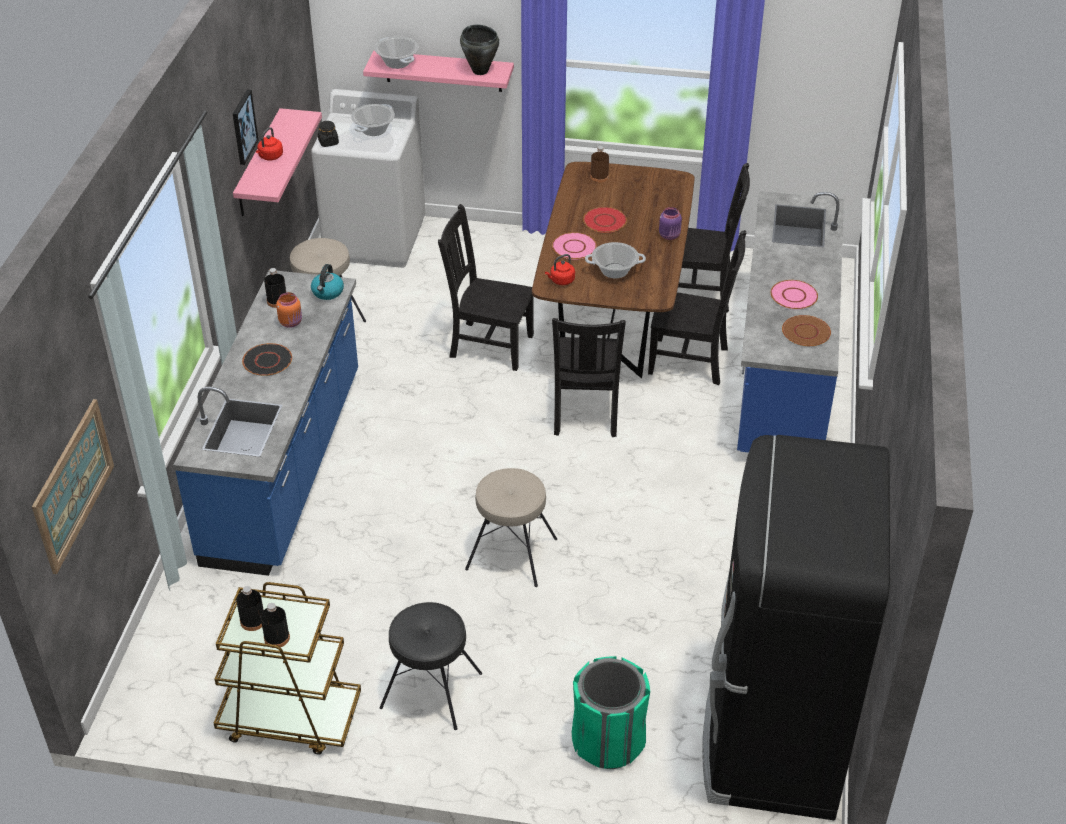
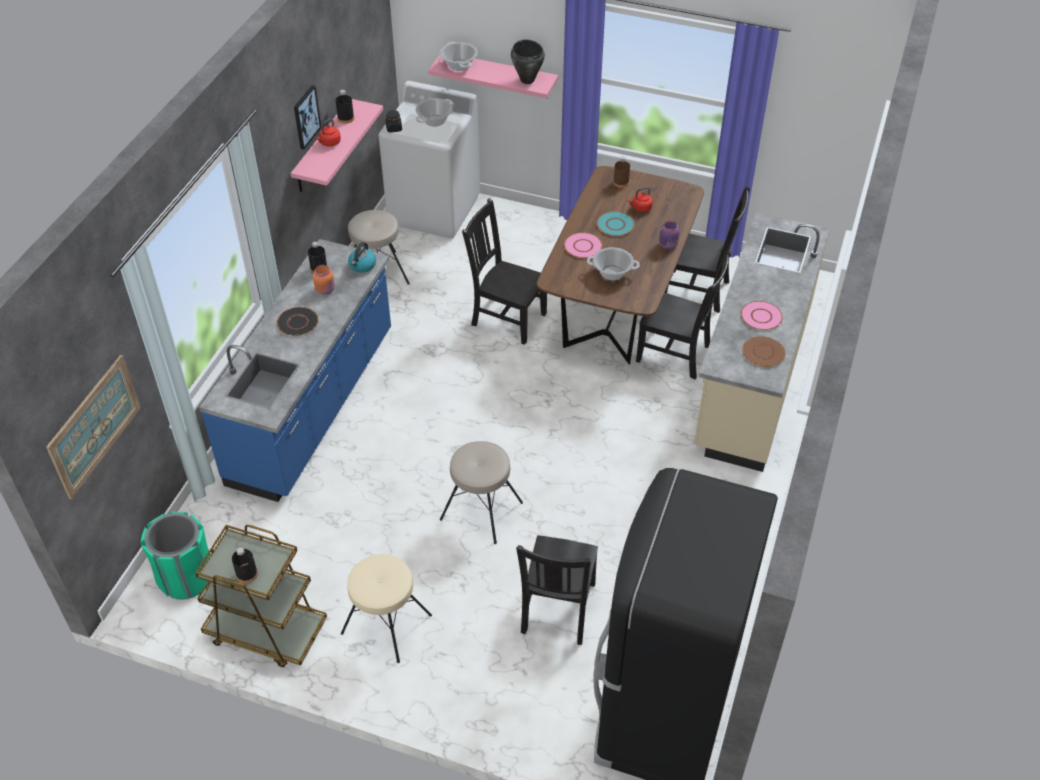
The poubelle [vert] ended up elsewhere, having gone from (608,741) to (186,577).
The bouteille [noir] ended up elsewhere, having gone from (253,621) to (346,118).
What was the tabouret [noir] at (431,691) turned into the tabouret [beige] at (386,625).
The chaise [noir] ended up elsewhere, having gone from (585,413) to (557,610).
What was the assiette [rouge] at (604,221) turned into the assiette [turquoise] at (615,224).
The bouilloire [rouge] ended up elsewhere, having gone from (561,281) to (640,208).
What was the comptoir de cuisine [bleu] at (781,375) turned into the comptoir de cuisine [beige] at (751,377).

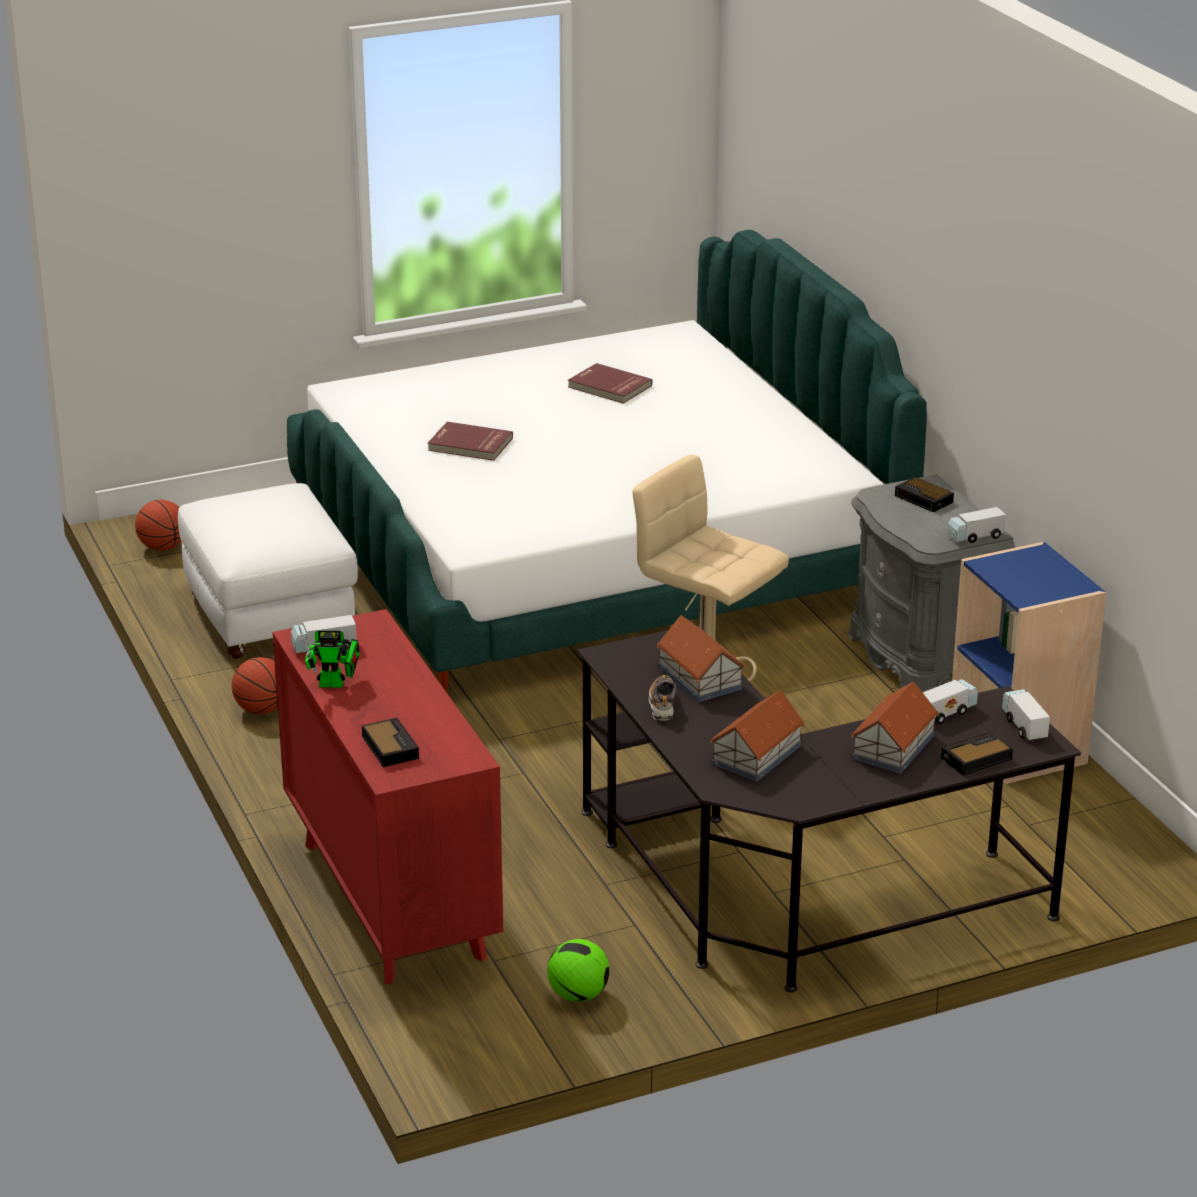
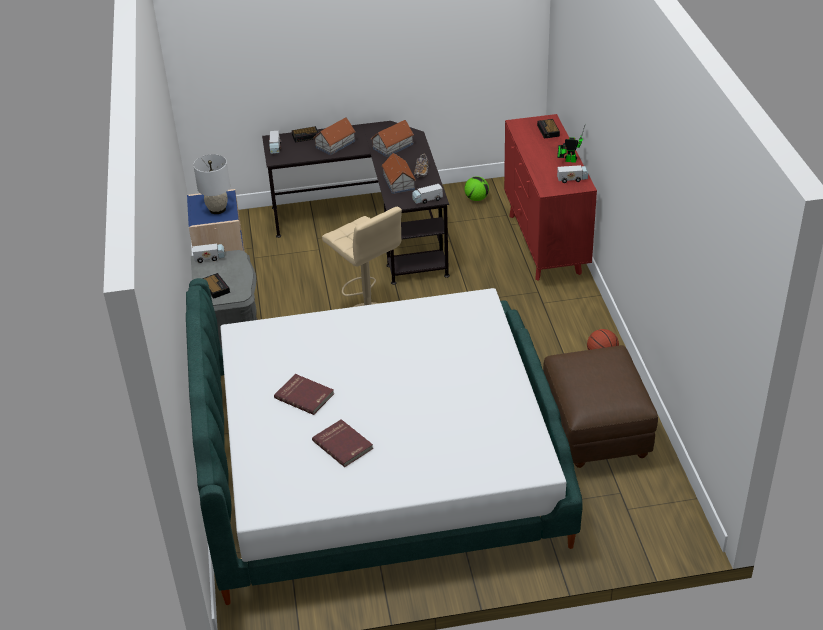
The second view gained the lampe de table [blanc] at (217,209).
The livre [rouge] ended up elsewhere, having gone from (469,445) to (305,395).
The camion jouet ended up elsewhere, having gone from (946,712) to (427,199).
What was the pouf [blanc] at (271,616) turned into the pouf [marron] at (595,430).
The second view lost the ballon de basket at (162,547).

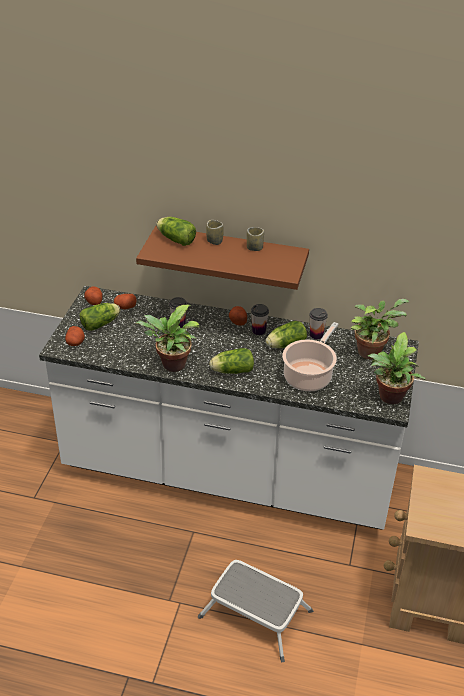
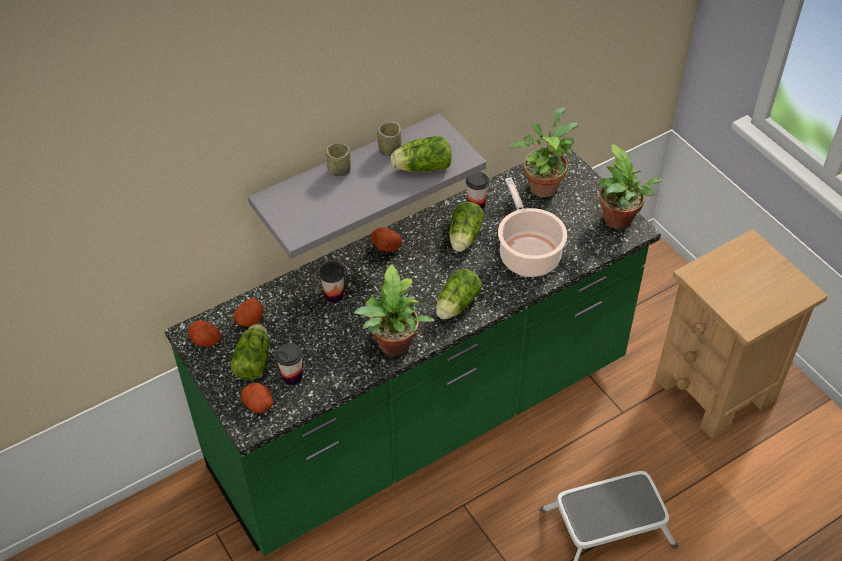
What was the comptoir de cuisine [blanc] at (228,474) turned into the comptoir de cuisine [vert] at (422,419).
What was the étagère [marron] at (230,257) turned into the étagère [gris] at (348,178).
The tasse ended up elsewhere, having gone from (258,331) to (292,377).
The laitue ended up elsewhere, having gone from (175,239) to (420,167).

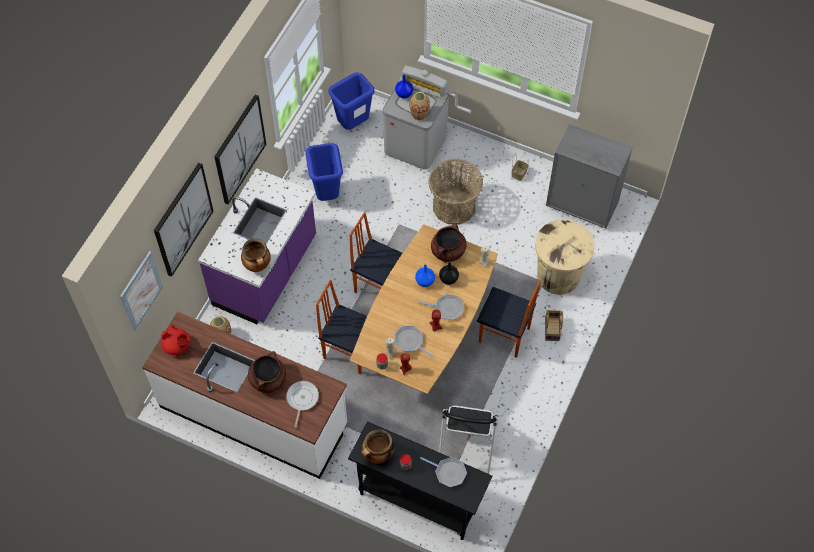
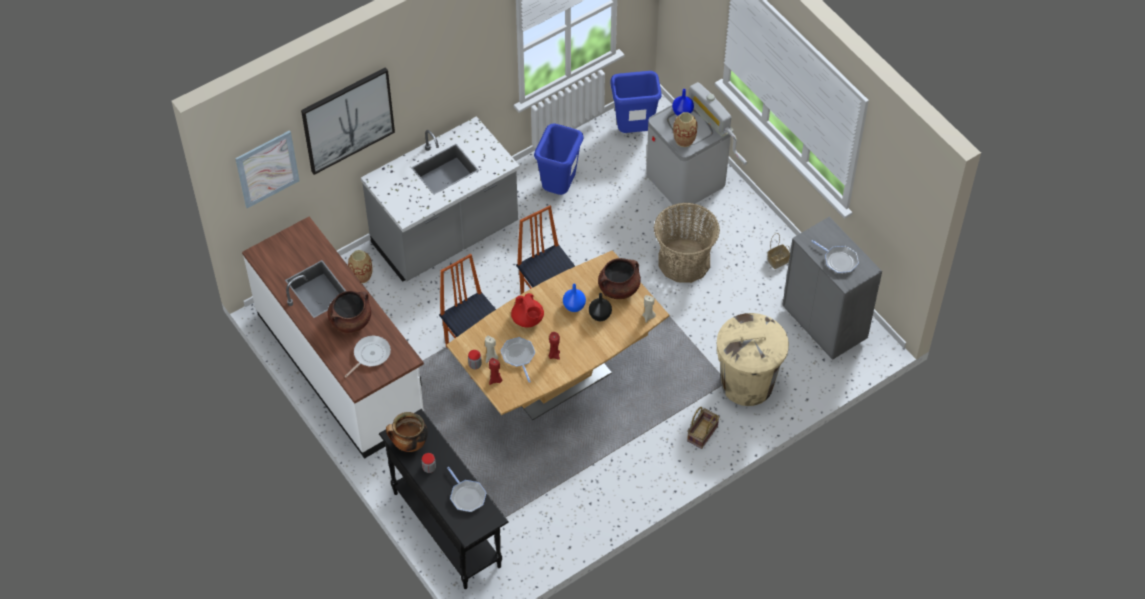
What was the comptoir de cuisine [violet] at (266,272) turned into the comptoir de cuisine [gris] at (445,236).
The théière [rouge] ended up elsewhere, having gone from (177,346) to (528,319).
The poêle ended up elsewhere, having gone from (447,308) to (839,260).
The second view lost the tableau at (239,149).
The second view lost the marmite at (257,265).
The second view lost the escabeau at (466,447).
The second view lost the chaise at (504,336).

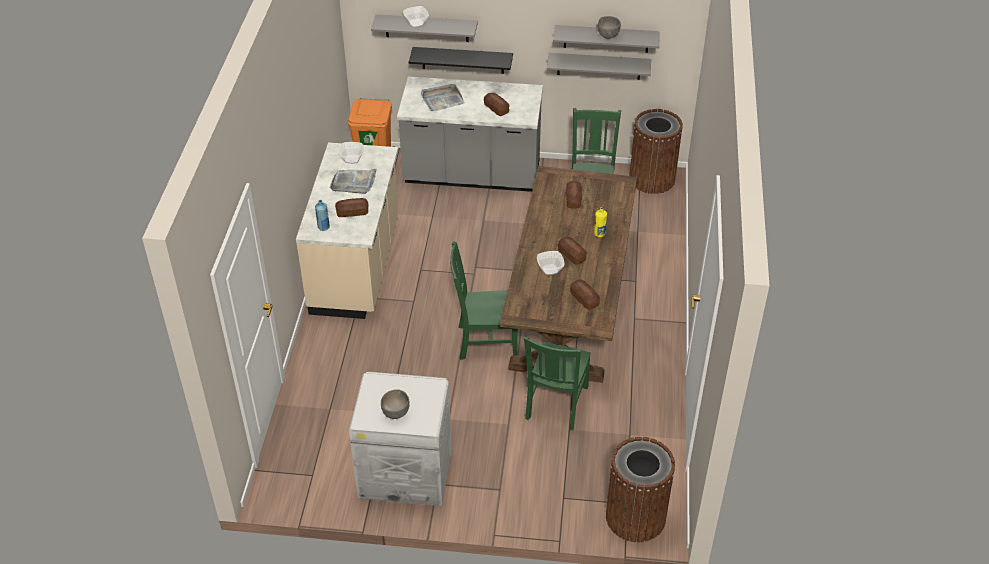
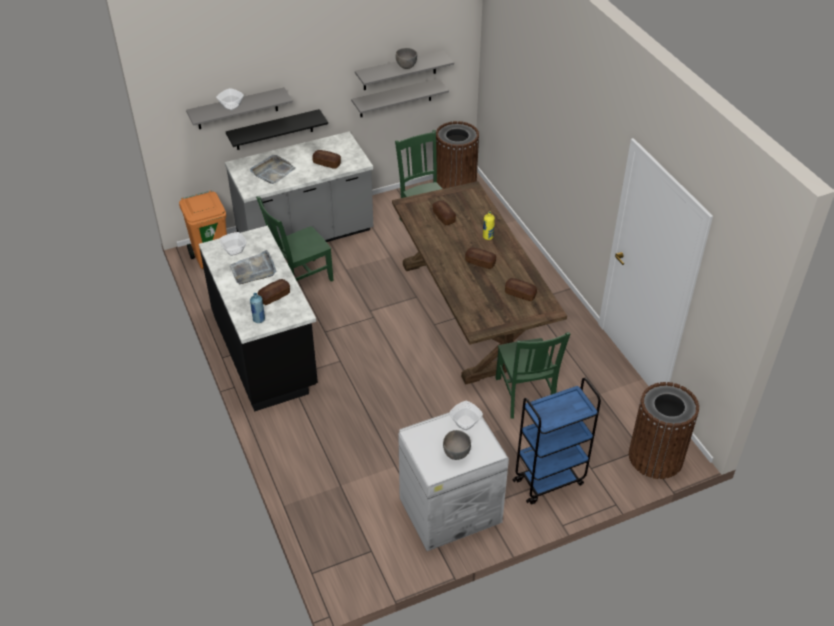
What was the comptoir de cuisine [beige] at (357,266) turned into the comptoir de cuisine [noir] at (266,351).
The chaise [vert] ended up elsewhere, having gone from (484,341) to (299,278).
The bol ended up elsewhere, having gone from (550,270) to (466,422).
The second view gained the chariot [bleu] at (549,483).

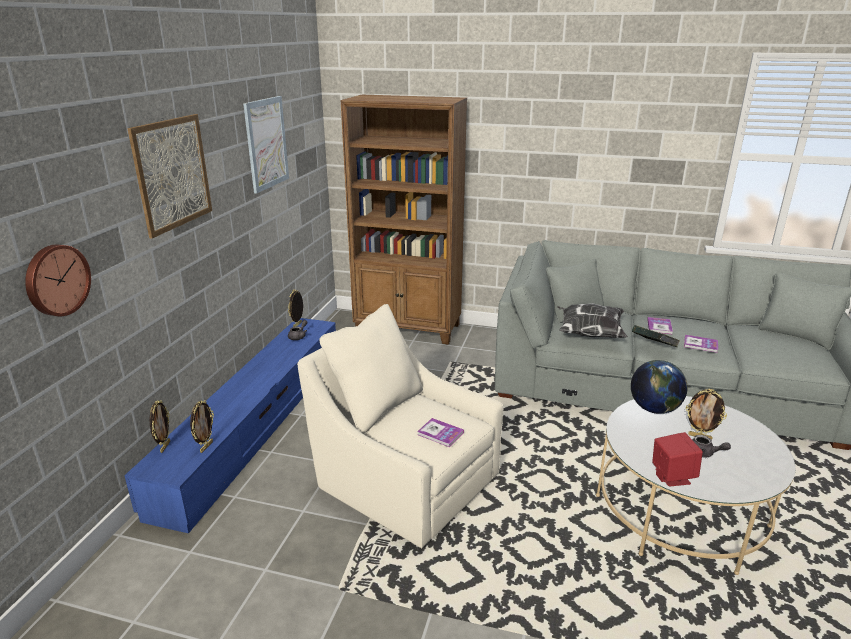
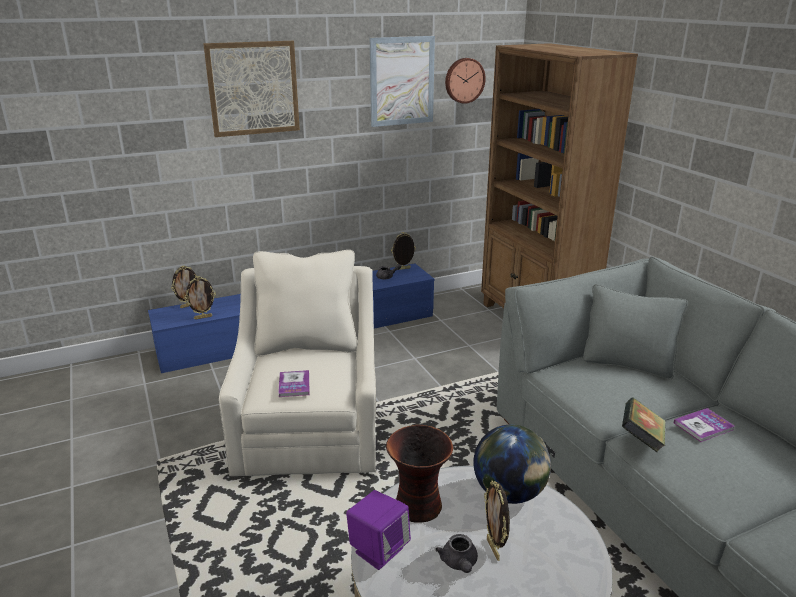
What was the enceinte [rouge] at (672,476) turned into the enceinte [violet] at (378,550).
The second view gained the vase at (418,507).
The horloge murale ended up elsewhere, having gone from (56,280) to (464,80).
The second view lost the coussin at (588,333).
The second view lost the livre at (700,344).

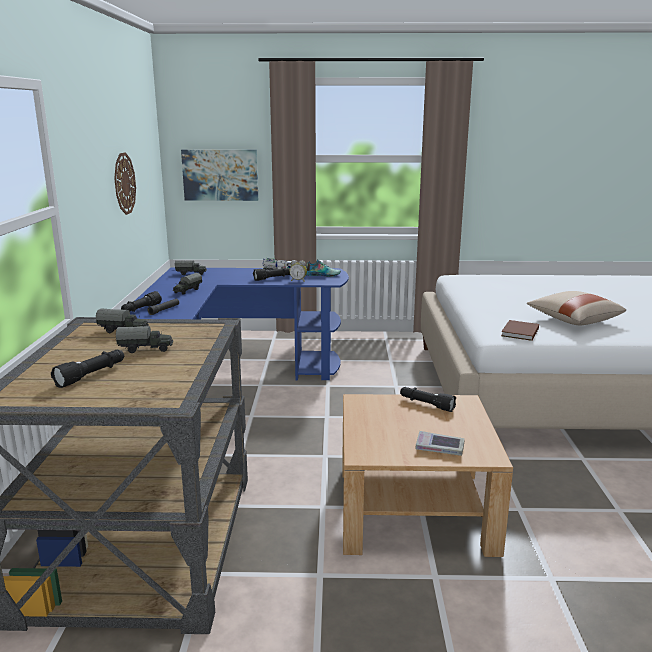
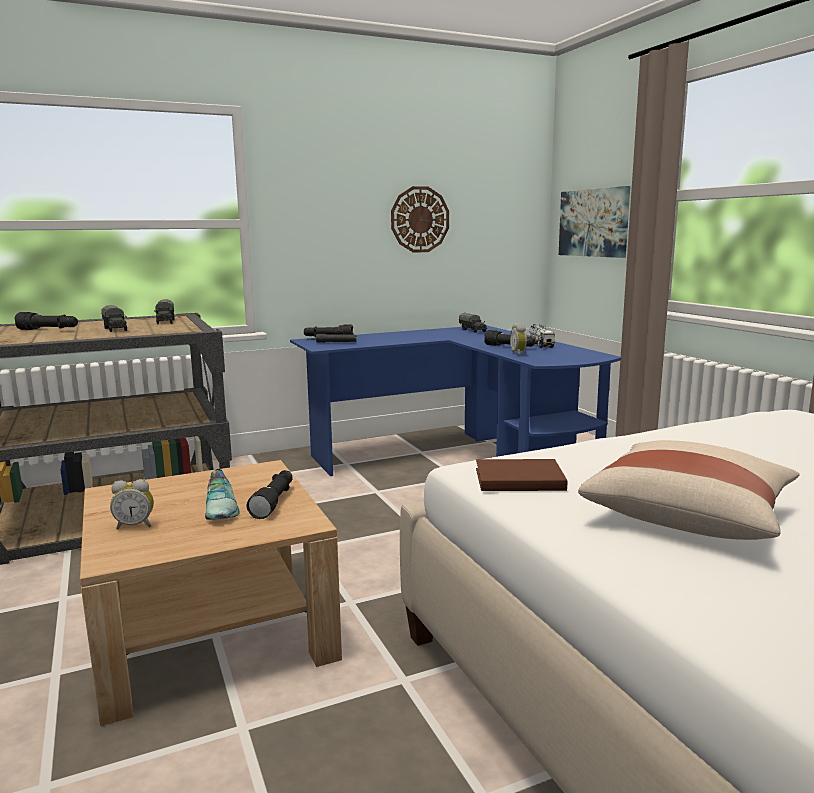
Where the livre stood at (439,448), the réveil came to stand at (135,525).
The chaussure ended up elsewhere, having gone from (322,275) to (222,508).
The second view lost the camion jouet at (187,291).

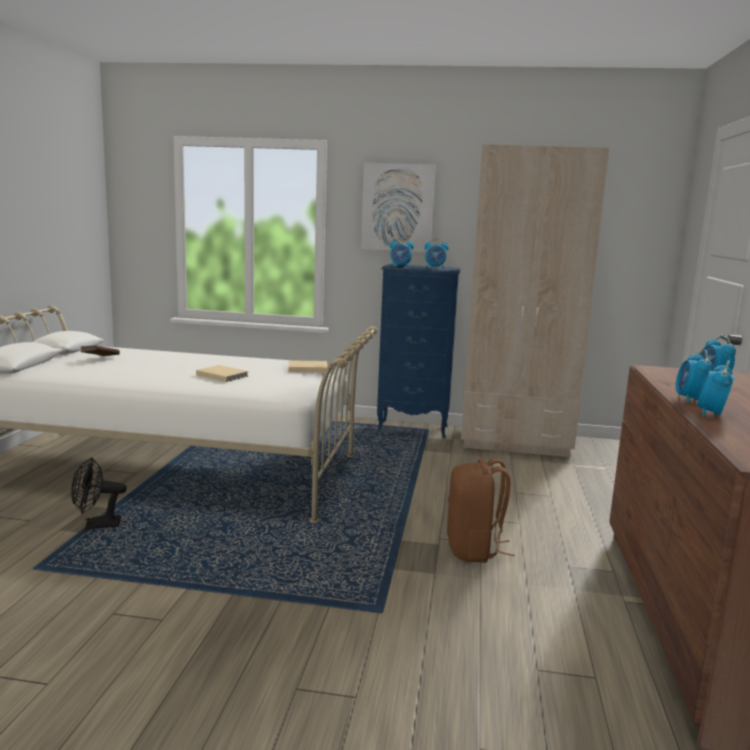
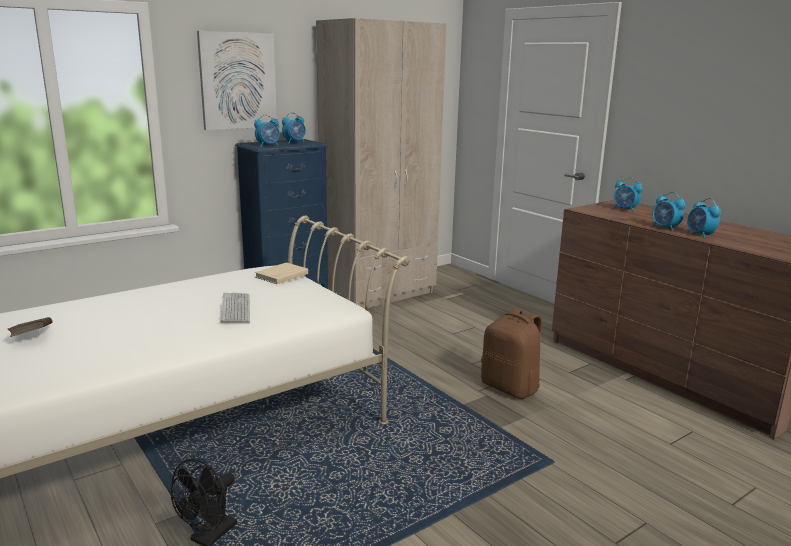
Where the livre [beige] stood at (222,375), the clavier came to stand at (236,309).

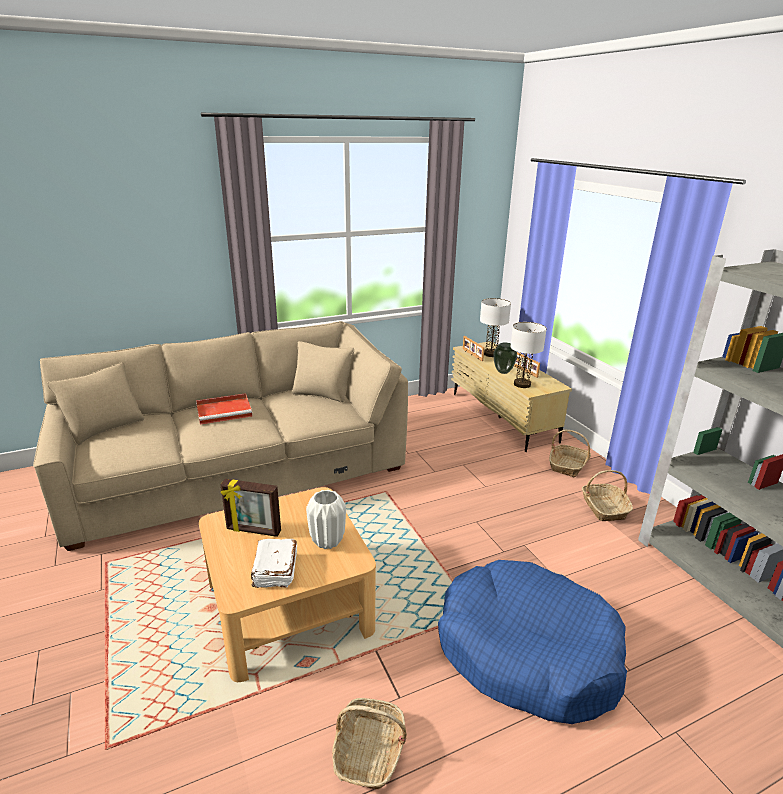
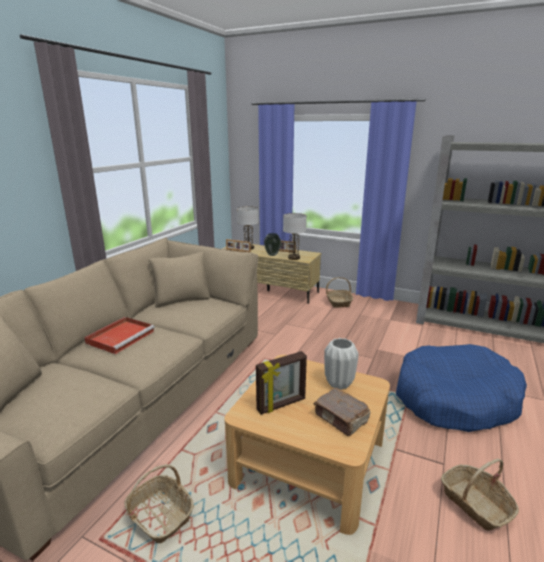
The panier ended up elsewhere, having gone from (603,508) to (159,515).
What was the livre [blanc] at (275,571) turned into the livre [marron] at (341,419).

